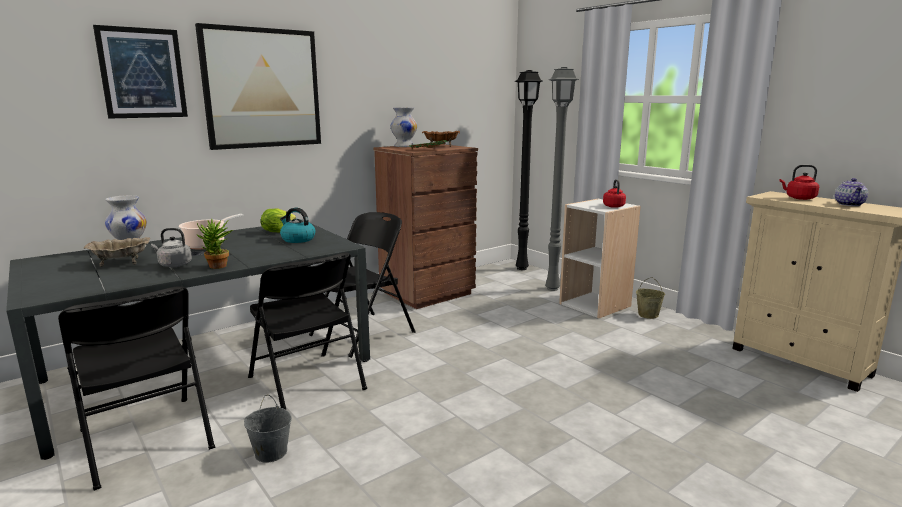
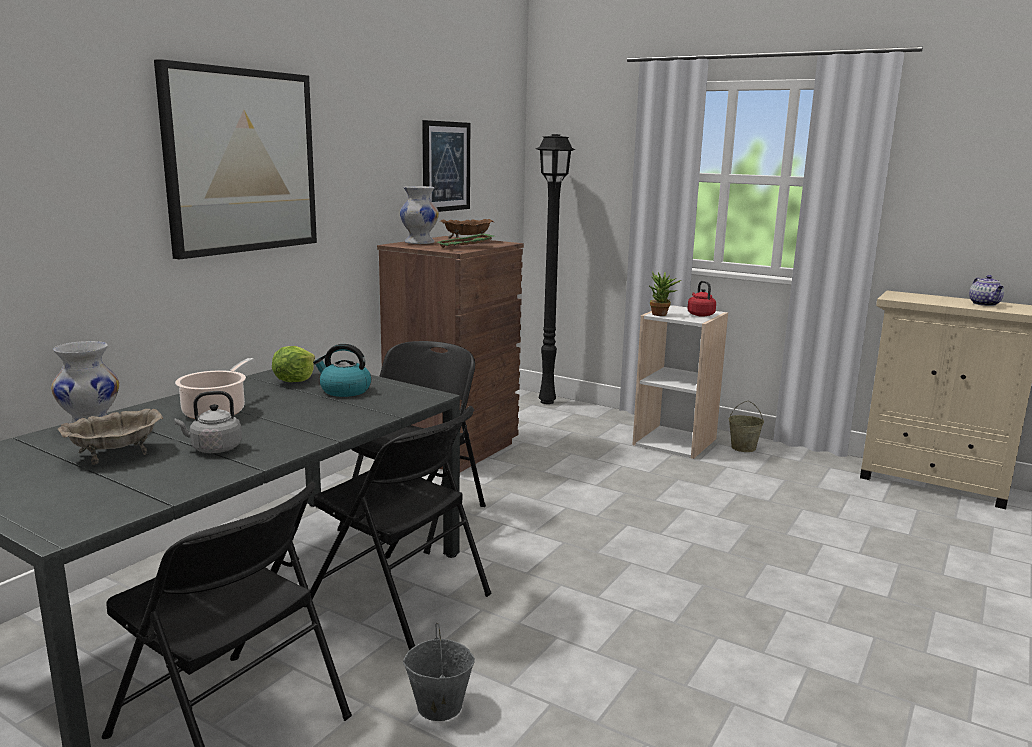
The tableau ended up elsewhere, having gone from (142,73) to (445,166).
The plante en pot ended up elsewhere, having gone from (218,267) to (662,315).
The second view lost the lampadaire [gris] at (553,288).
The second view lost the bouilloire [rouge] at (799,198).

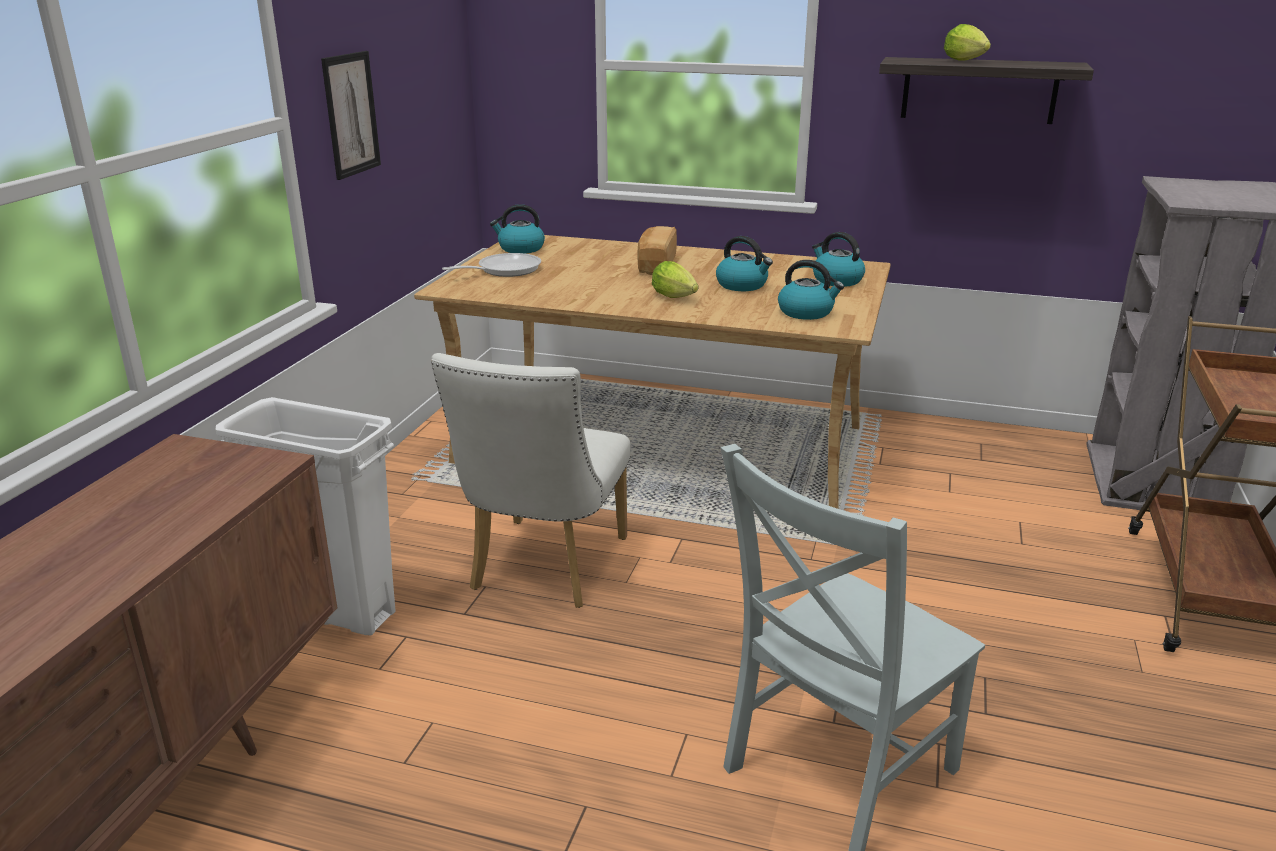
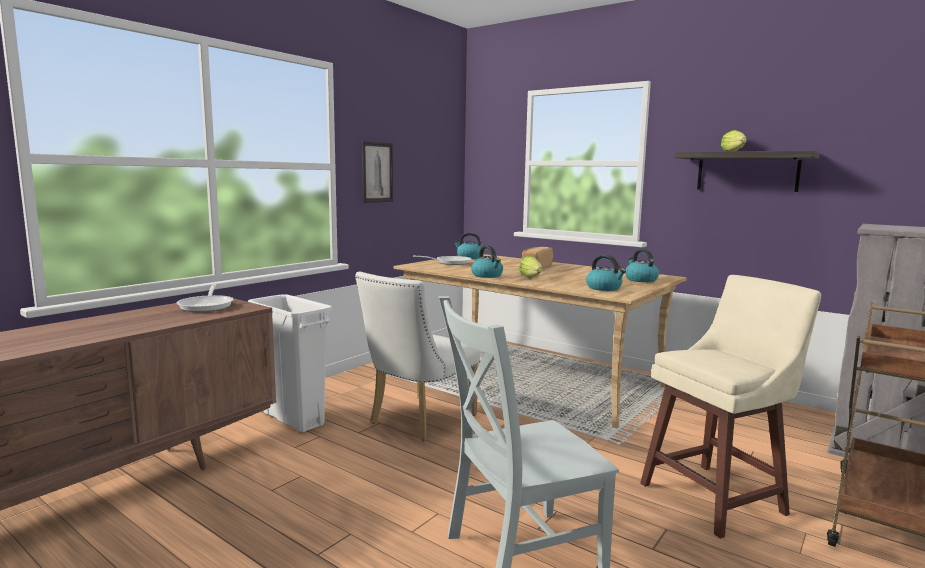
The second view gained the poêle at (207,306).
The bouilloire ended up elsewhere, having gone from (742,285) to (487,275).
The second view gained the chaise [beige] at (717,497).

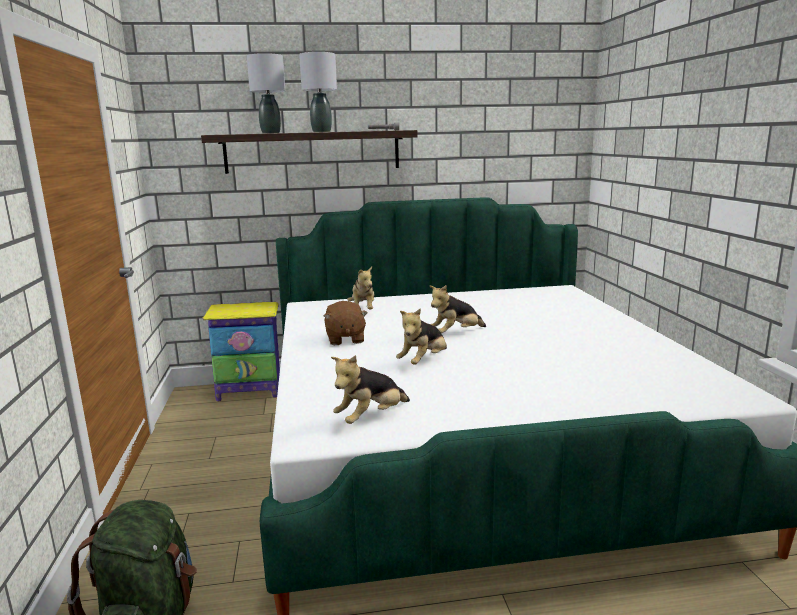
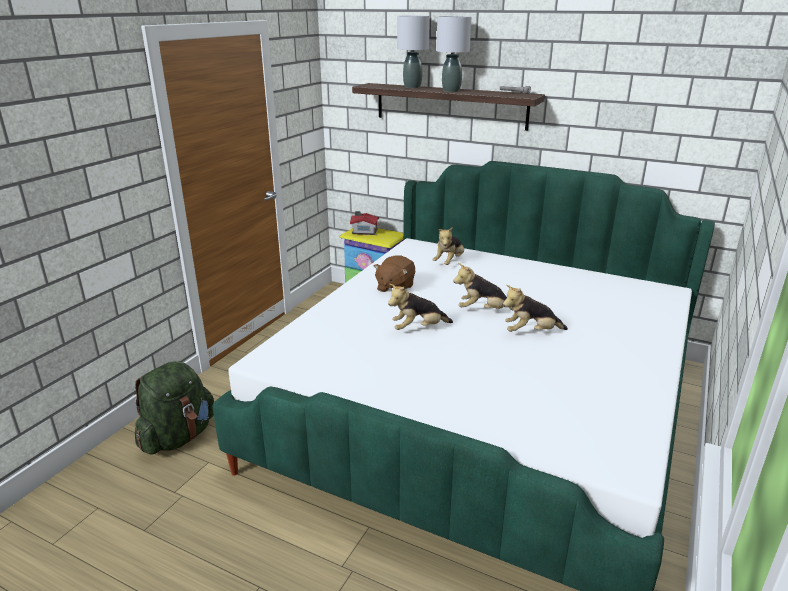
The second view gained the maison miniature at (364,231).
The peluche ended up elsewhere, having gone from (371,418) to (531,332).

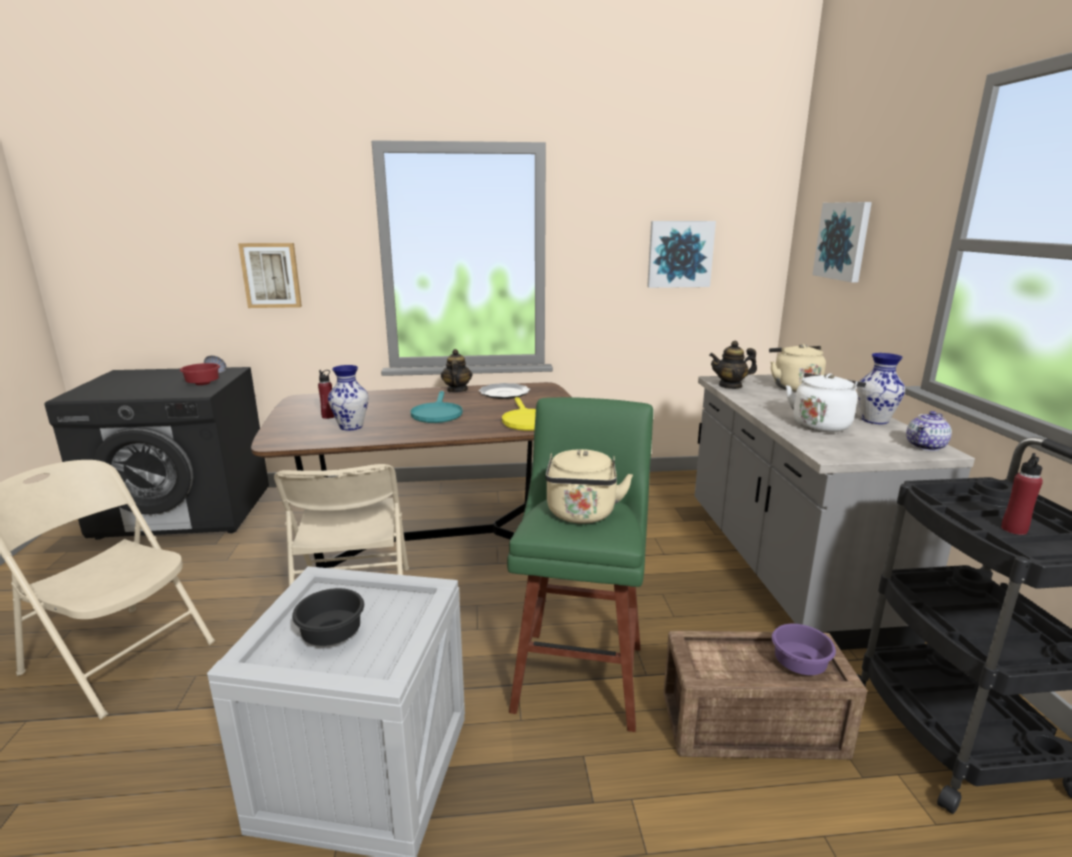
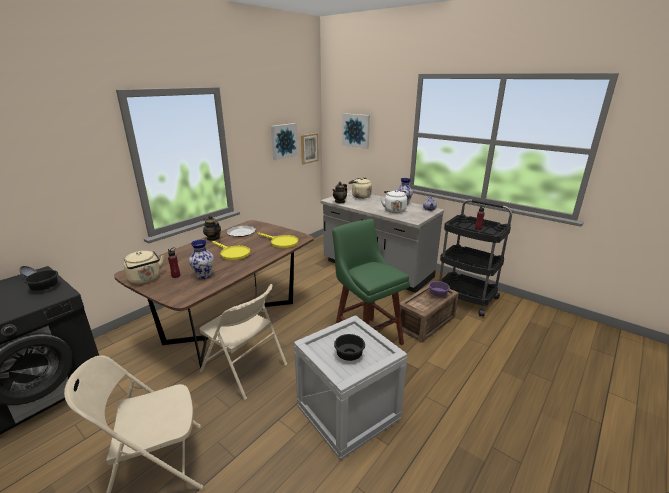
What was the bol [rouge] at (202,384) turned into the bol [noir] at (44,288).
The bouilloire [beige] ended up elsewhere, having gone from (581,515) to (146,279).
What was the poêle [turquoise] at (437,413) turned into the poêle [jaune] at (232,253).
The tableau ended up elsewhere, having gone from (271,275) to (309,148).

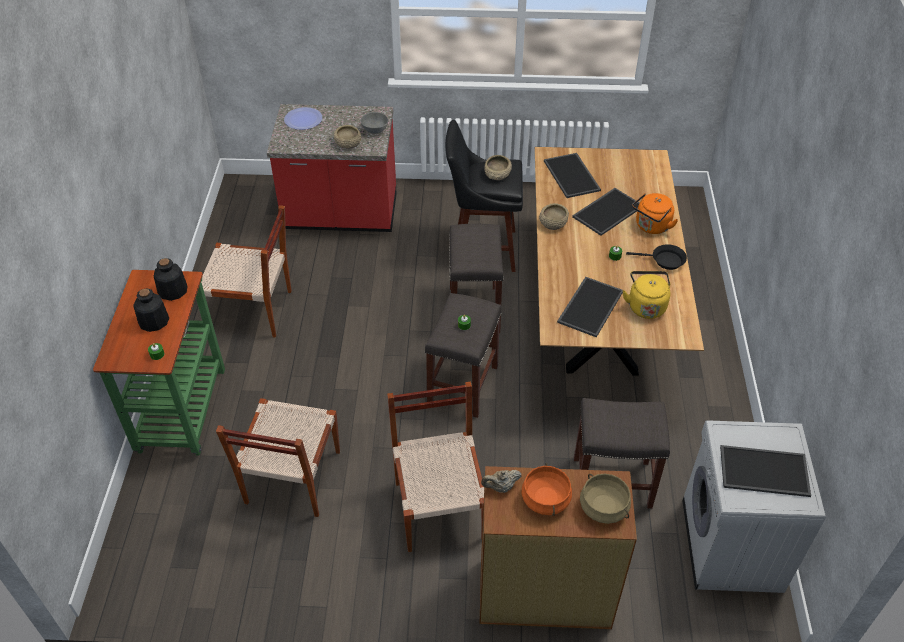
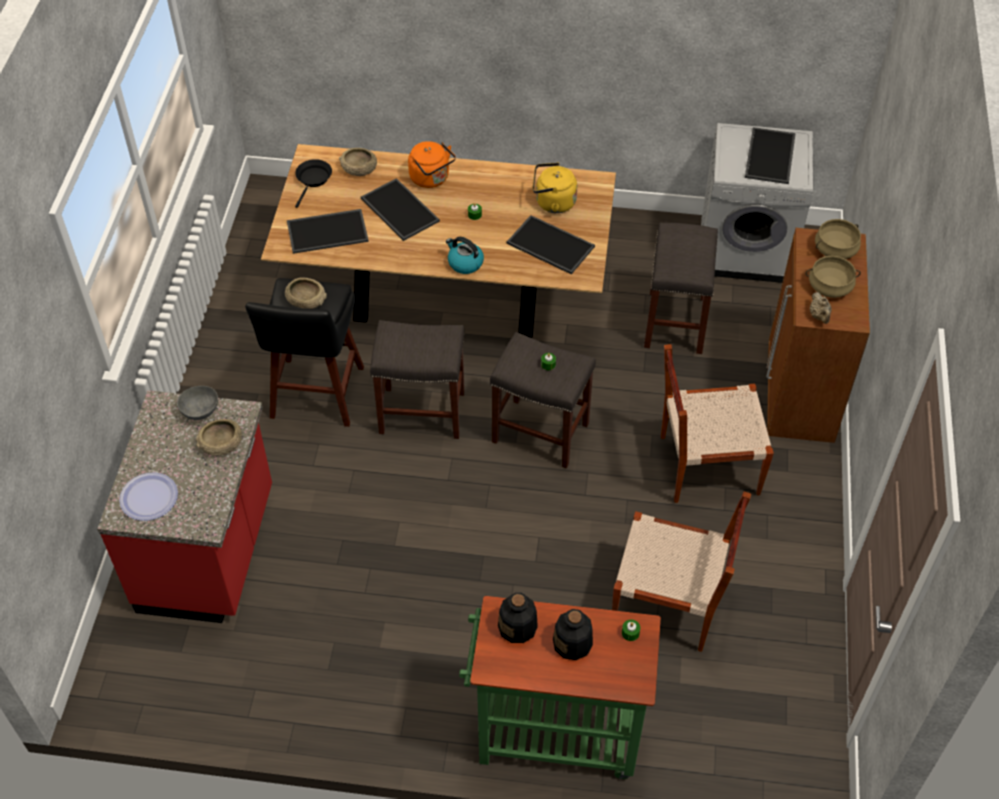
The poêle [noir] ended up elsewhere, having gone from (664,260) to (313,180).
The bol [beige] ended up elsewhere, having gone from (553,222) to (359,168).
The second view gained the bouilloire at (465,263).
What was the marmite [orange] at (546,499) turned into the marmite [beige] at (830,286).
The second view lost the chaise at (253,311).

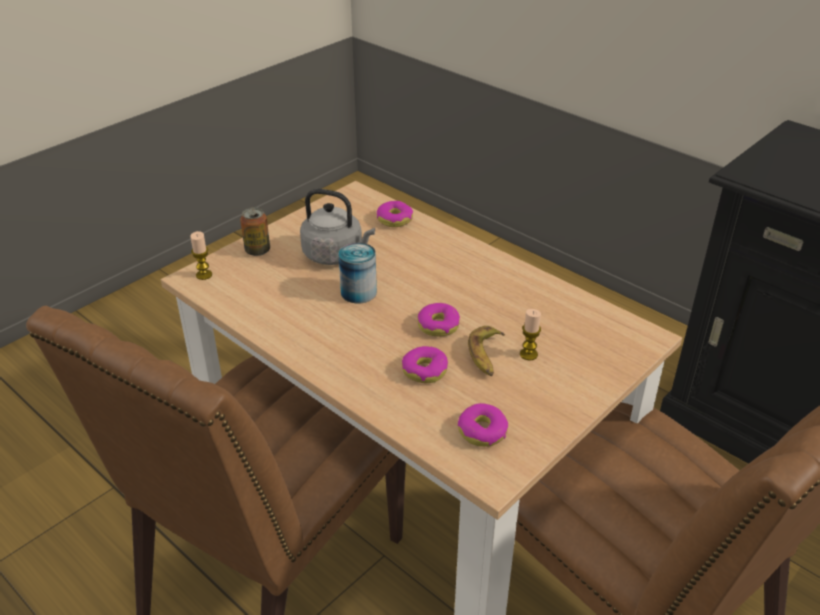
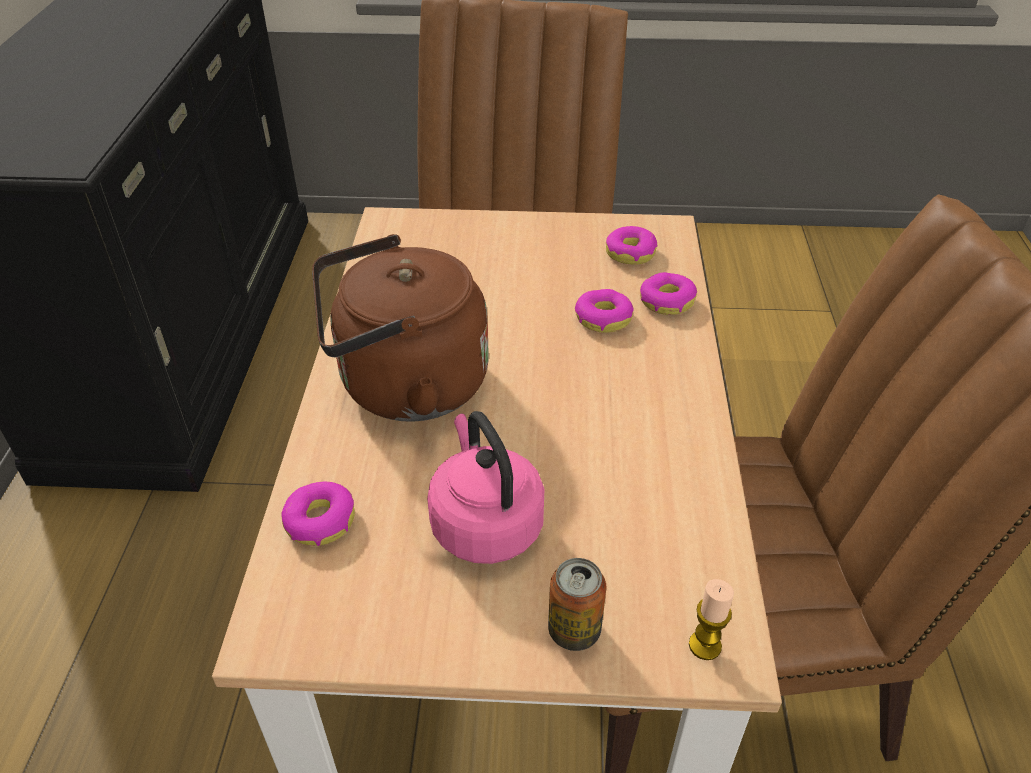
The second view gained the bouilloire [marron] at (405,386).
What was the bouilloire [gris] at (336,255) turned into the bouilloire [rose] at (484,523).
The beignet ended up elsewhere, having gone from (438,325) to (666,301).
The second view lost the boîte métallique at (358,292).
The second view lost the banane at (486,356).
The second view lost the bougie at (528,354).

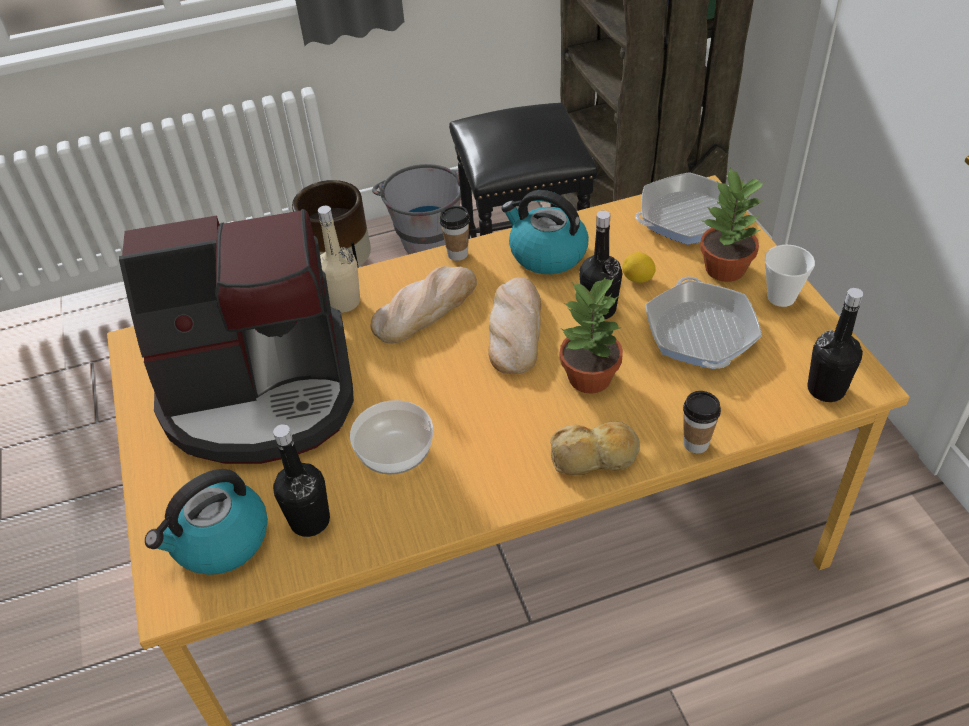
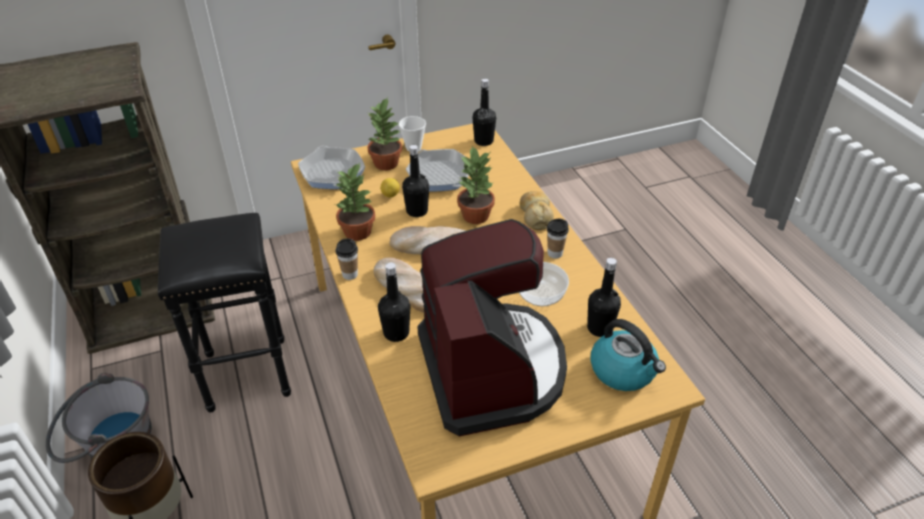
Where the bouilloire stood at (546,254), the plante en pot came to stand at (358,232).
What was the bouteille [beige] at (344,302) turned into the bouteille [noir] at (396,333).
The poêle at (700,332) ended up facing another way, 120 degrees counterclockwise from before.
The tasse ended up elsewhere, having gone from (696,443) to (555,253).

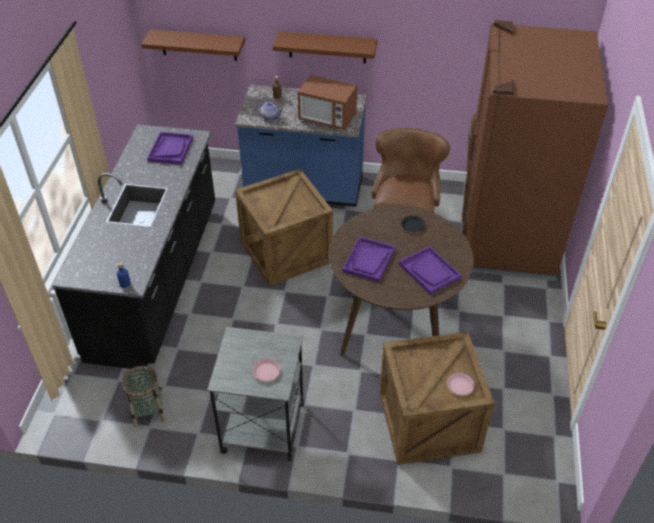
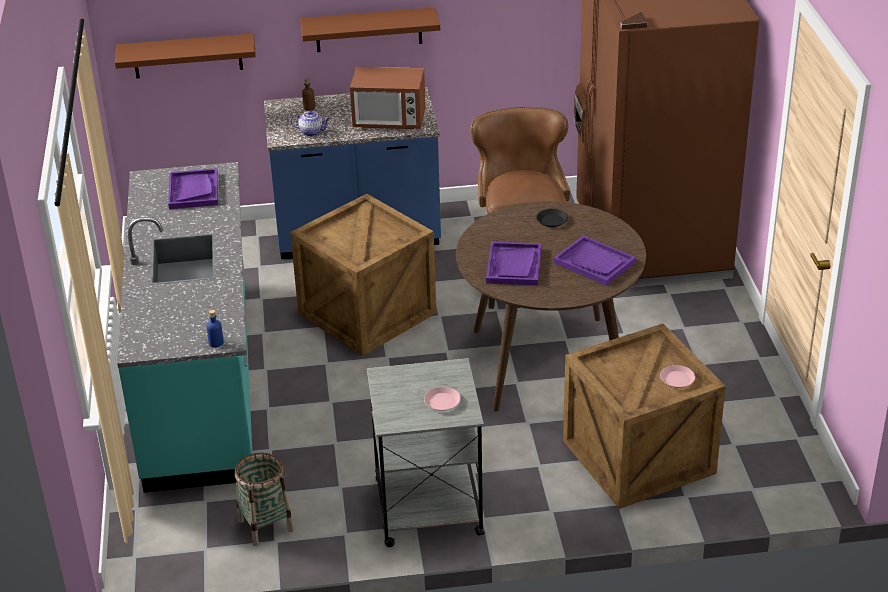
What was the comptoir de cuisine [noir] at (157,279) turned into the comptoir de cuisine [turquoise] at (201,379).

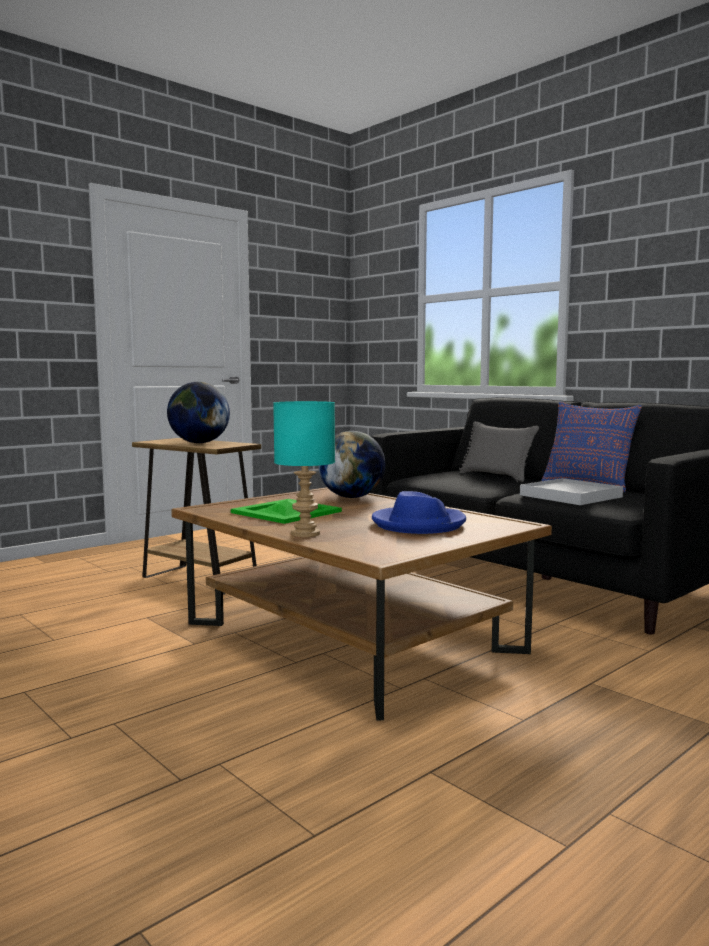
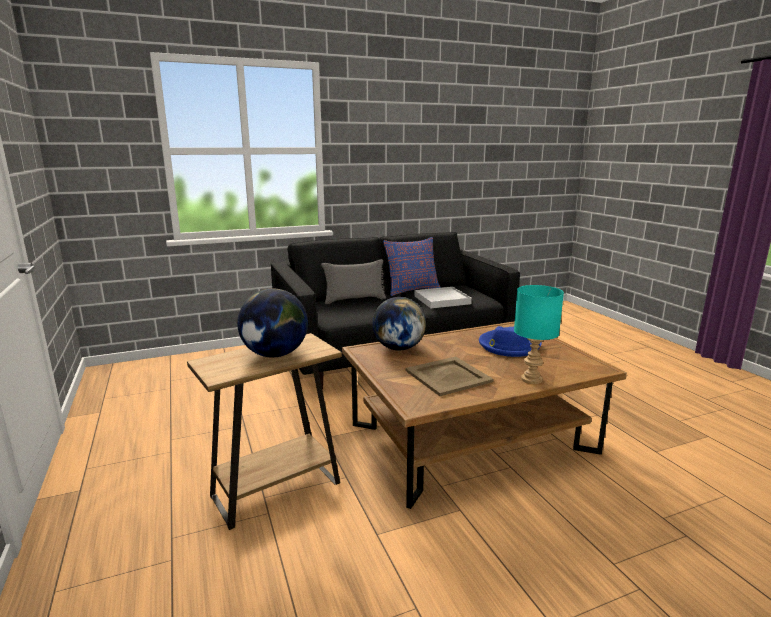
What was the plateau [vert] at (286,512) turned into the plateau [beige] at (449,376).

